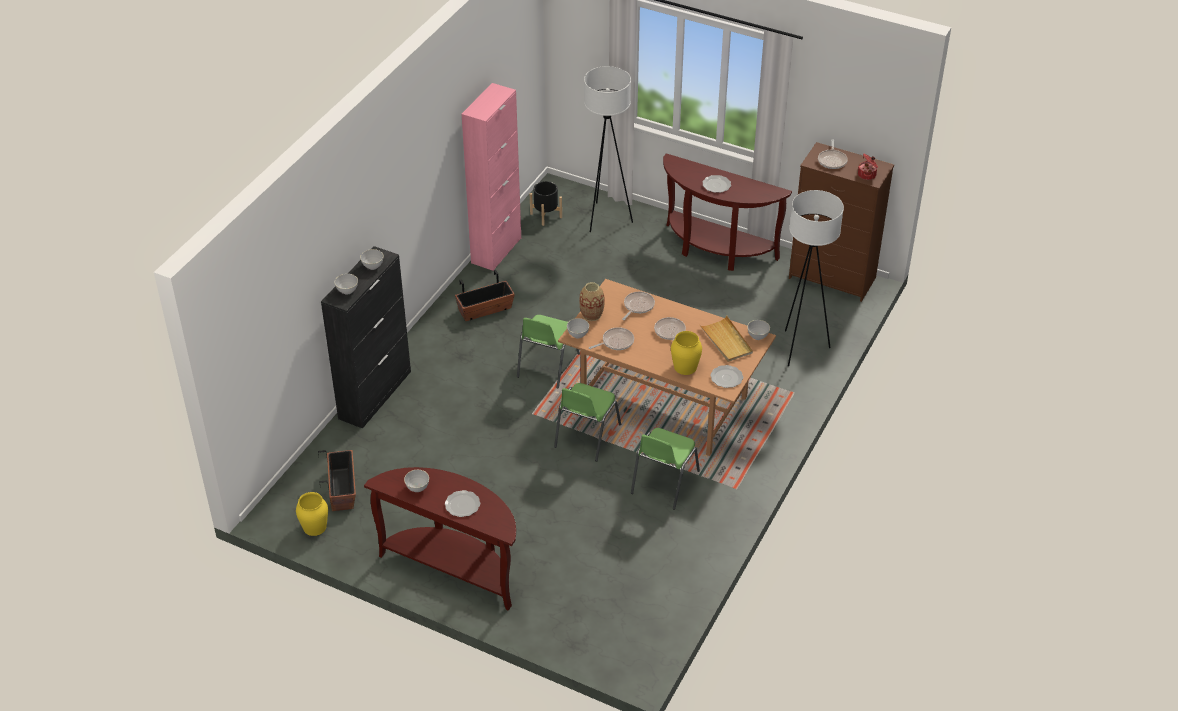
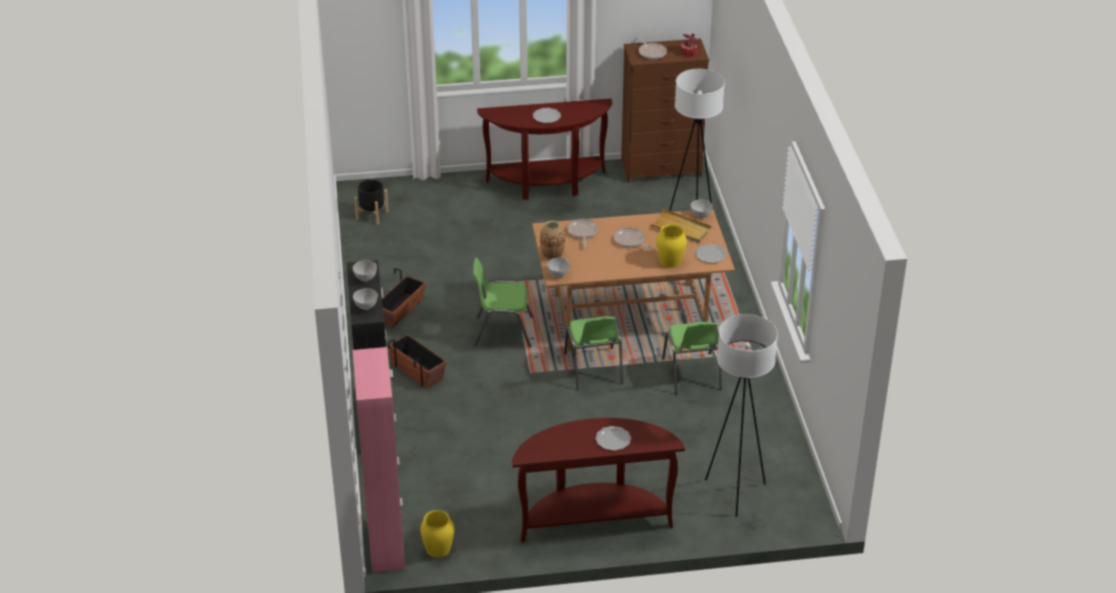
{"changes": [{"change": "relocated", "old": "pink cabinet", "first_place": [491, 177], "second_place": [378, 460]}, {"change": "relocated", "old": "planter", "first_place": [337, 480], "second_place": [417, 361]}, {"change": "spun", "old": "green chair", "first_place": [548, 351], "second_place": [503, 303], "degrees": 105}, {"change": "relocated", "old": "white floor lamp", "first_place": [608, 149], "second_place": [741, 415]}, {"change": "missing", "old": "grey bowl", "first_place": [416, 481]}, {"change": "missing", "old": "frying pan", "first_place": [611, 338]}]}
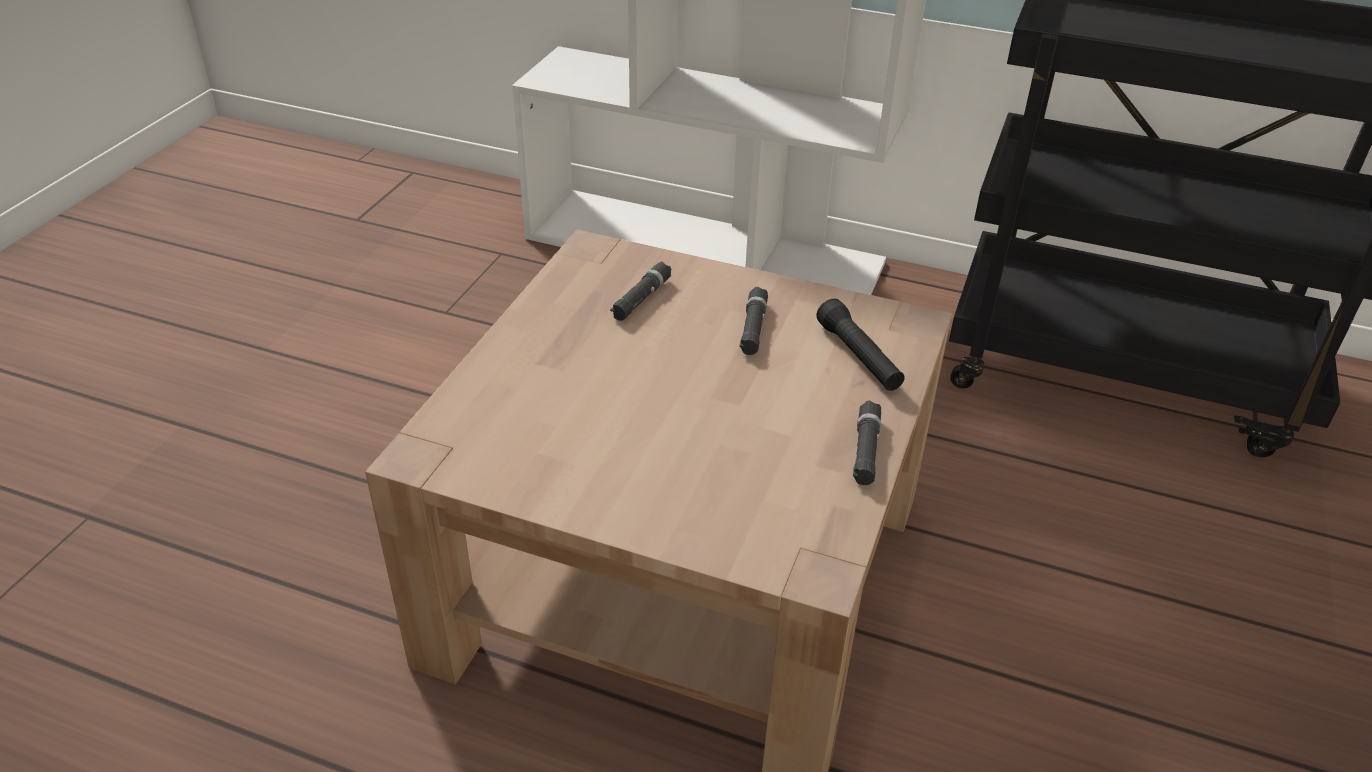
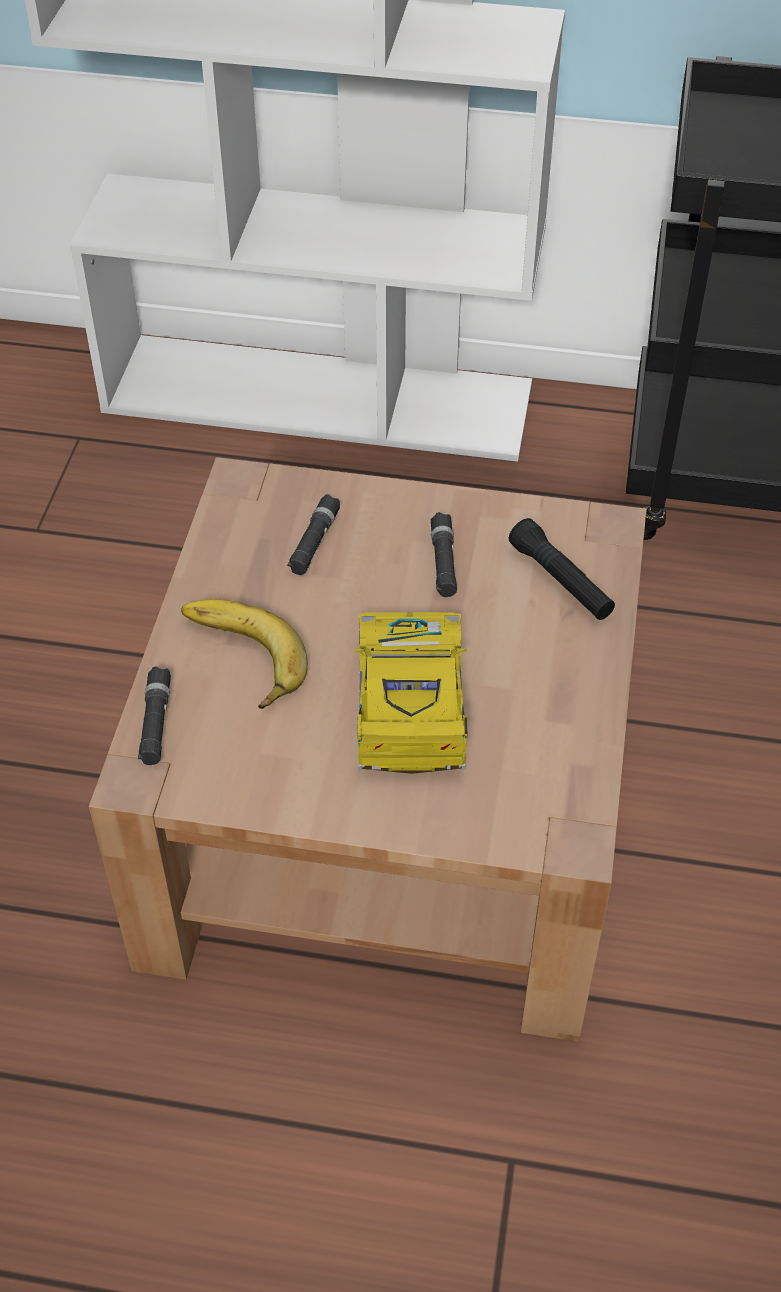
{"changes": [{"change": "relocated", "old": "black flashlight", "first_place": [867, 442], "second_place": [154, 715]}, {"change": "appeared", "new": "banana", "second_place": [244, 654]}, {"change": "appeared", "new": "toy car", "second_place": [411, 693]}]}
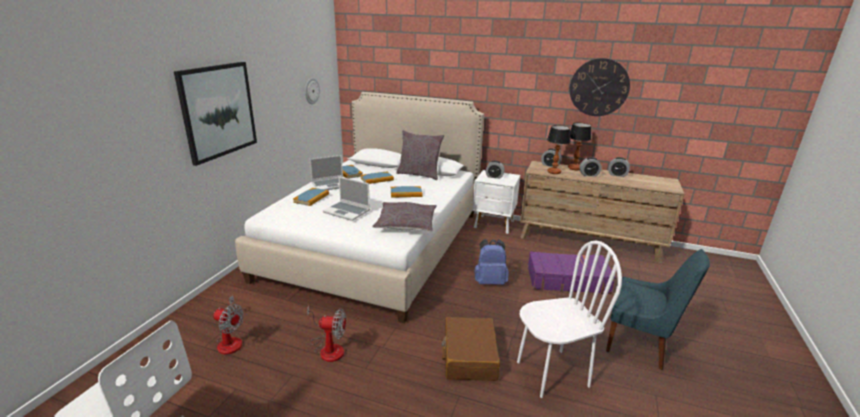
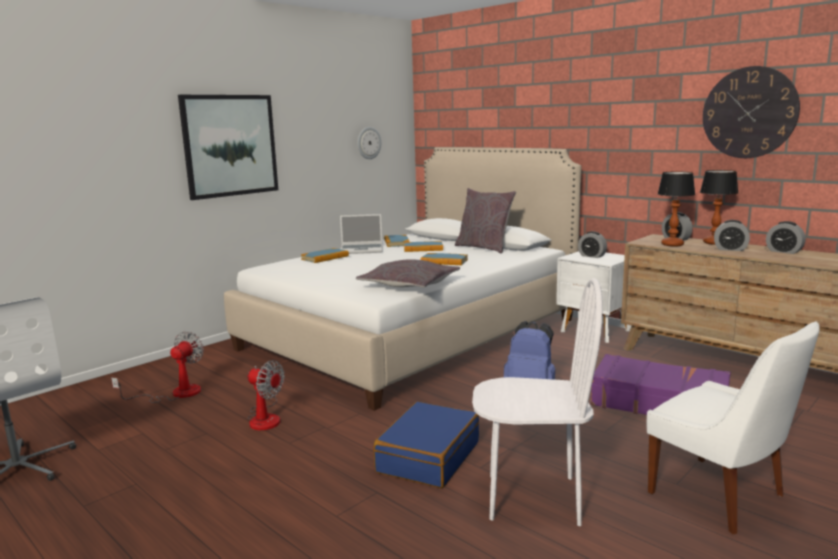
{"changes": [{"change": "spun", "old": "fan", "first_place": [228, 325], "second_place": [157, 367], "degrees": -120}, {"change": "colour", "old": "brown suitcase", "new": "blue suitcase", "first_place": [471, 349], "second_place": [426, 445]}, {"change": "colour", "old": "blue chair", "new": "white chair", "first_place": [658, 309], "second_place": [733, 427]}, {"change": "missing", "old": "laptop", "first_place": [346, 198]}]}
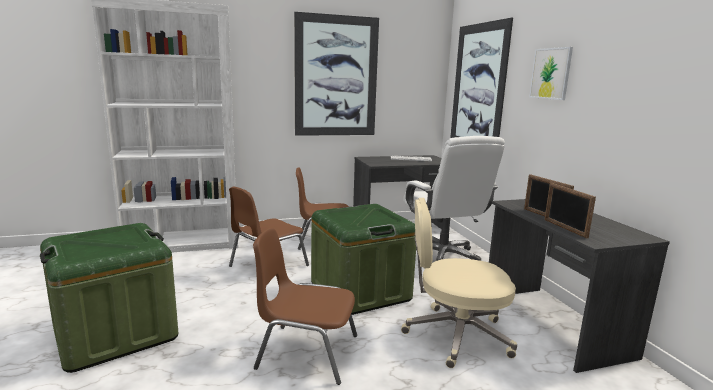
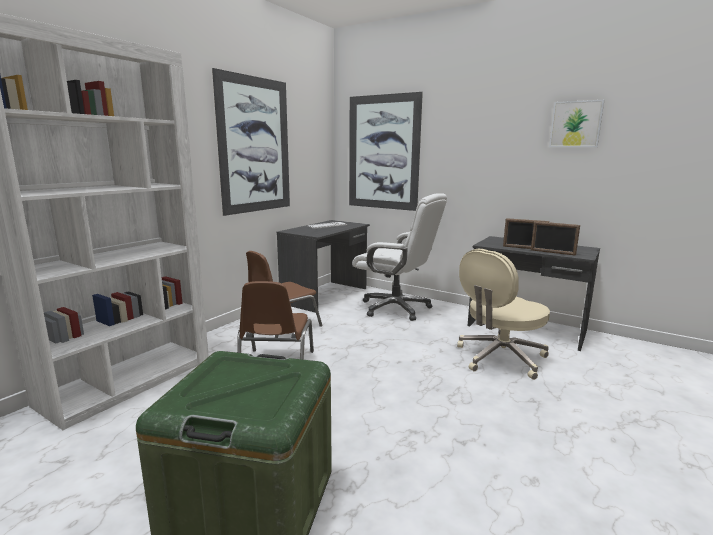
{"changes": [{"change": "relocated", "old": "picture", "first_place": [551, 73], "second_place": [576, 123]}, {"change": "missing", "old": "brown chair", "first_place": [305, 306]}, {"change": "missing", "old": "green storage box", "first_place": [363, 259]}]}
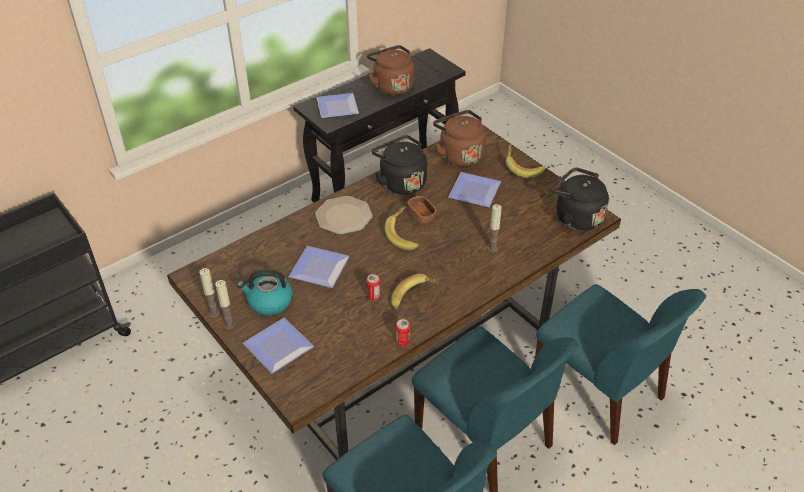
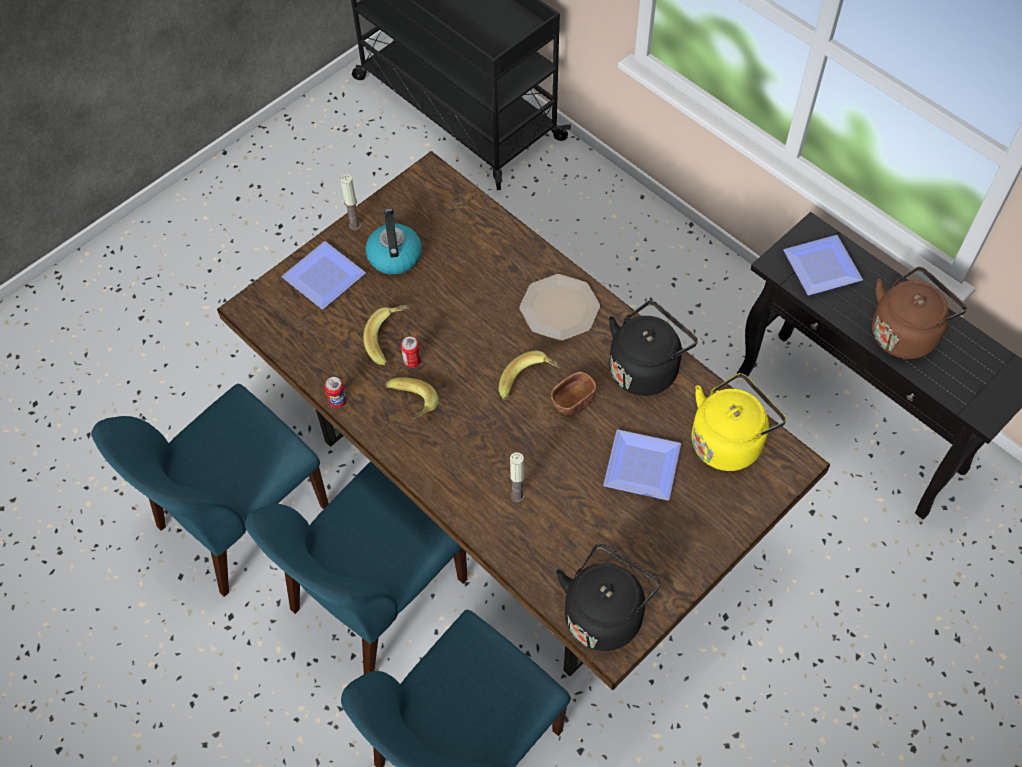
{"changes": [{"change": "relocated", "old": "banana", "first_place": [526, 161], "second_place": [386, 335]}, {"change": "colour", "old": "brown kettle", "new": "yellow kettle", "first_place": [459, 138], "second_place": [739, 422]}, {"change": "missing", "old": "candle", "first_place": [210, 293]}, {"change": "missing", "old": "plate", "first_place": [319, 267]}]}
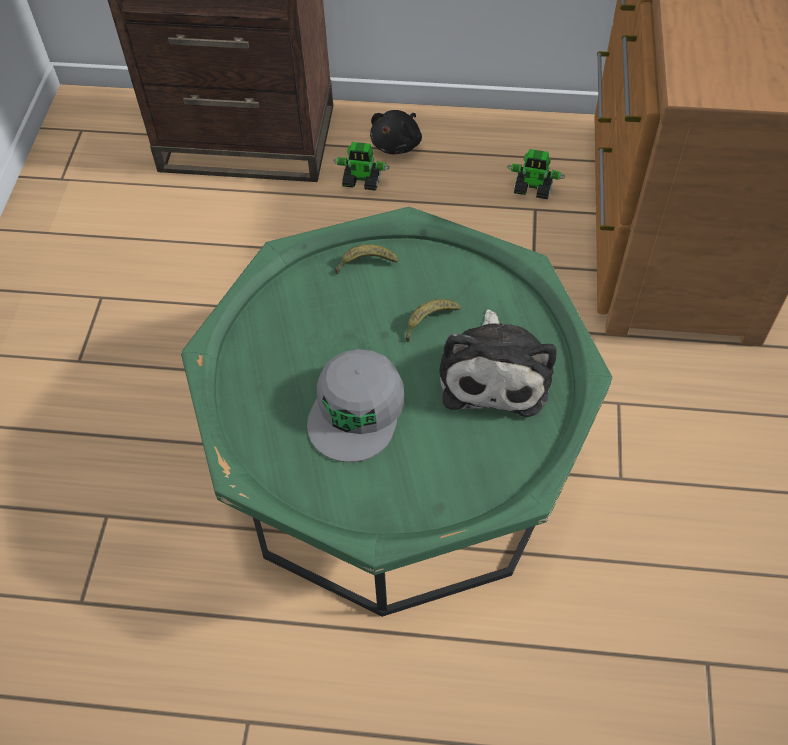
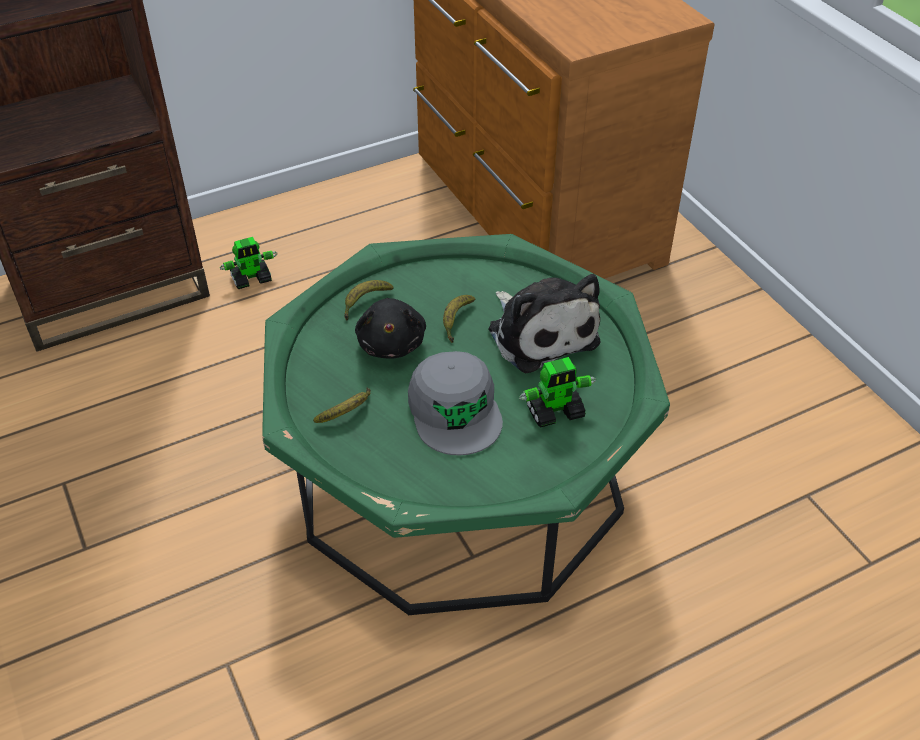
{"changes": [{"change": "appeared", "new": "banana", "second_place": [342, 405]}, {"change": "relocated", "old": "black plush toy", "first_place": [396, 132], "second_place": [390, 328]}, {"change": "relocated", "old": "toy robot", "first_place": [536, 174], "second_place": [557, 392]}]}
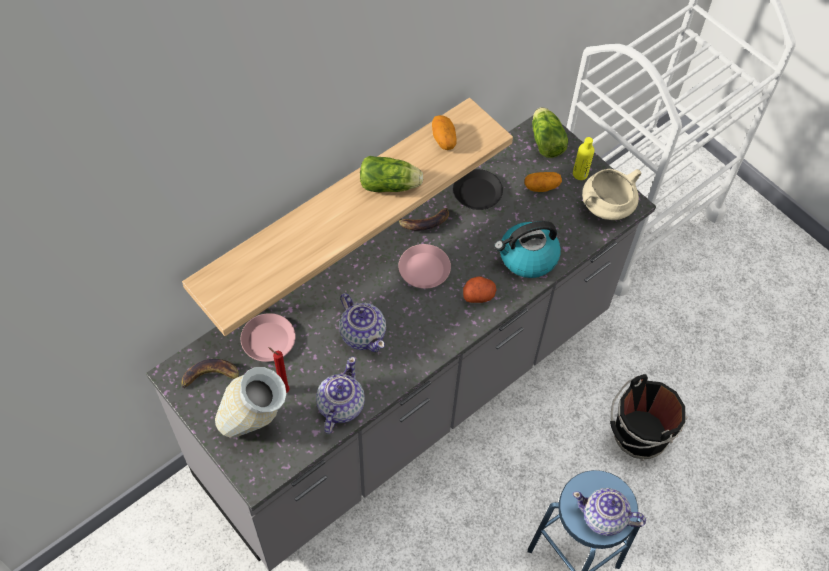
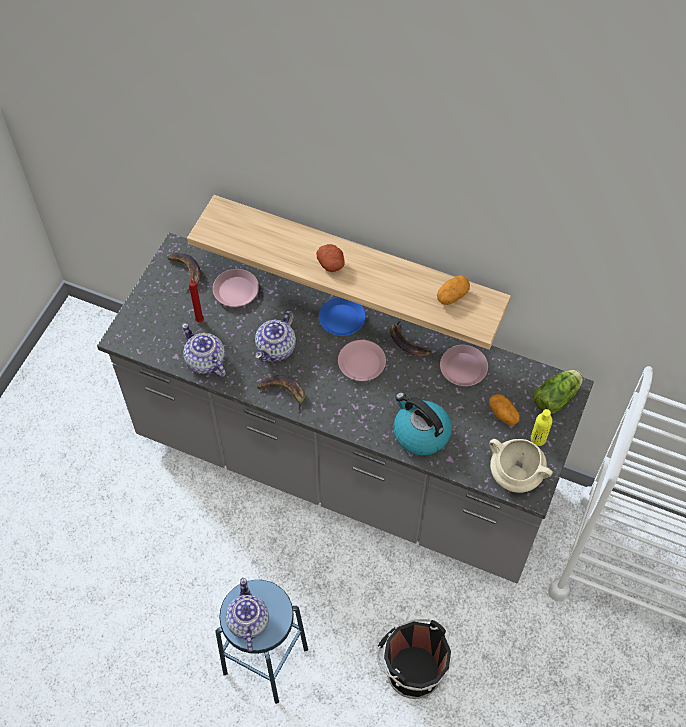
{"changes": [{"change": "spun", "old": "teapot", "first_place": [340, 395], "second_place": [204, 350], "degrees": -120}, {"change": "appeared", "new": "banana", "second_place": [281, 394]}, {"change": "relocated", "old": "potato", "first_place": [479, 289], "second_place": [330, 258]}, {"change": "appeared", "new": "blue plate", "second_place": [342, 316]}, {"change": "colour", "old": "black plate", "new": "pink plate", "first_place": [478, 189], "second_place": [464, 365]}, {"change": "missing", "old": "vase", "first_place": [250, 402]}, {"change": "missing", "old": "lettuce", "first_place": [391, 174]}]}
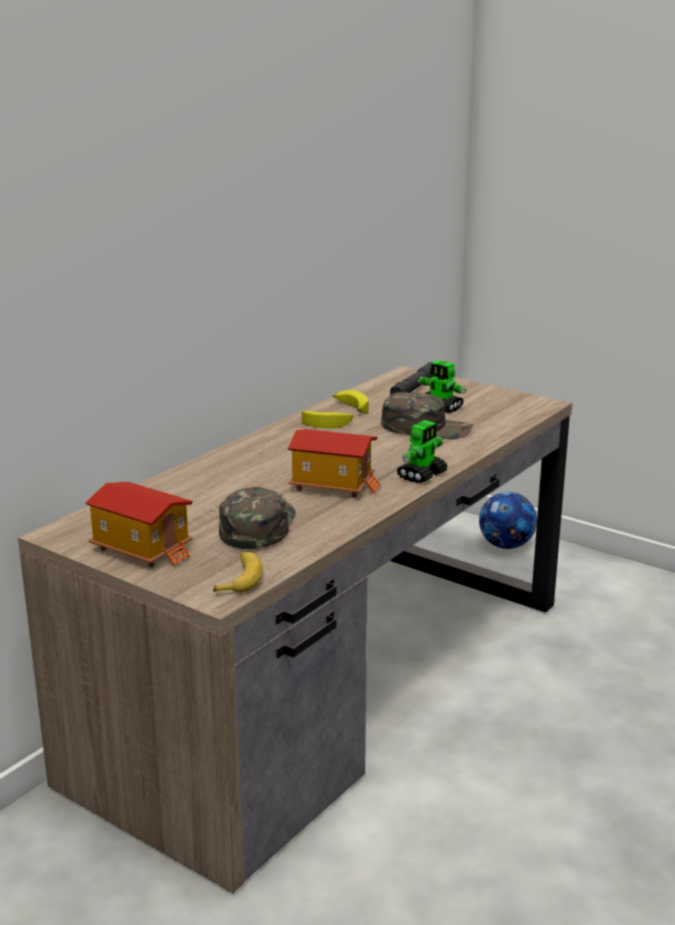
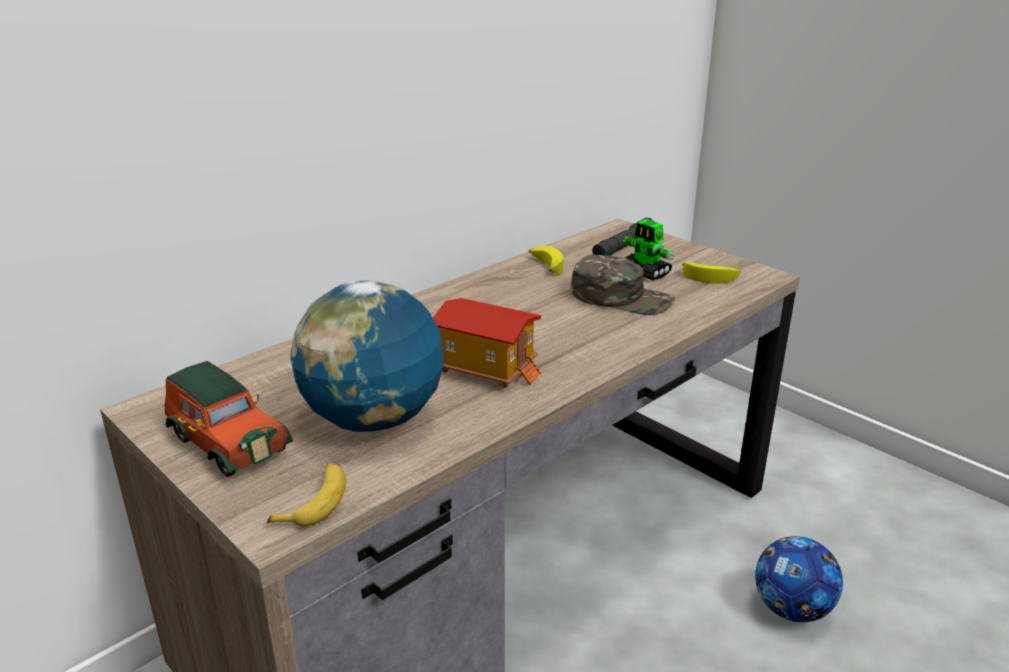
{"changes": [{"change": "exchanged", "old": "toy house", "new": "toy car", "first_place": [139, 524], "second_place": [228, 419]}, {"change": "exchanged", "old": "green cap", "new": "globe", "first_place": [257, 518], "second_place": [367, 356]}, {"change": "relocated", "old": "banana", "first_place": [327, 419], "second_place": [711, 273]}, {"change": "relocated", "old": "football", "first_place": [508, 520], "second_place": [799, 579]}, {"change": "missing", "old": "toy robot", "first_place": [422, 451]}]}
